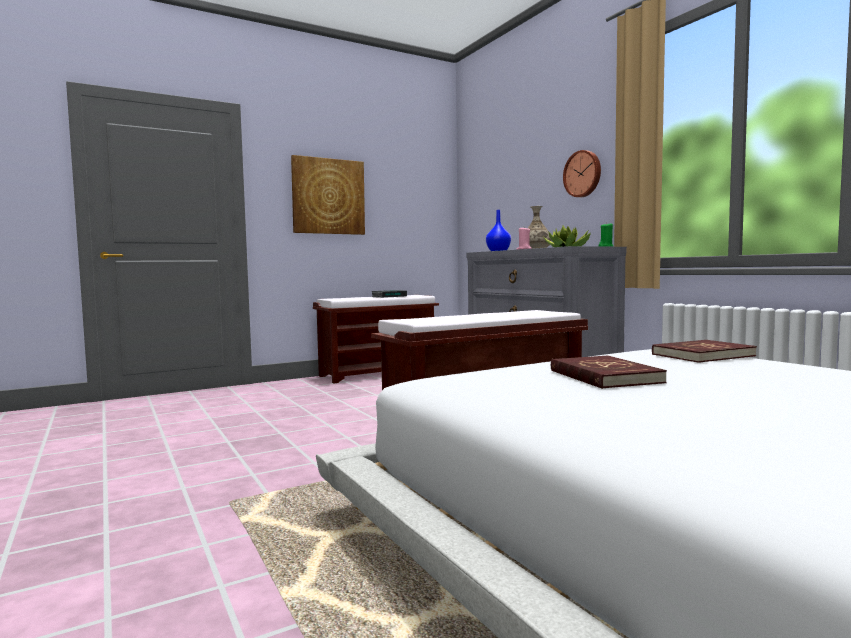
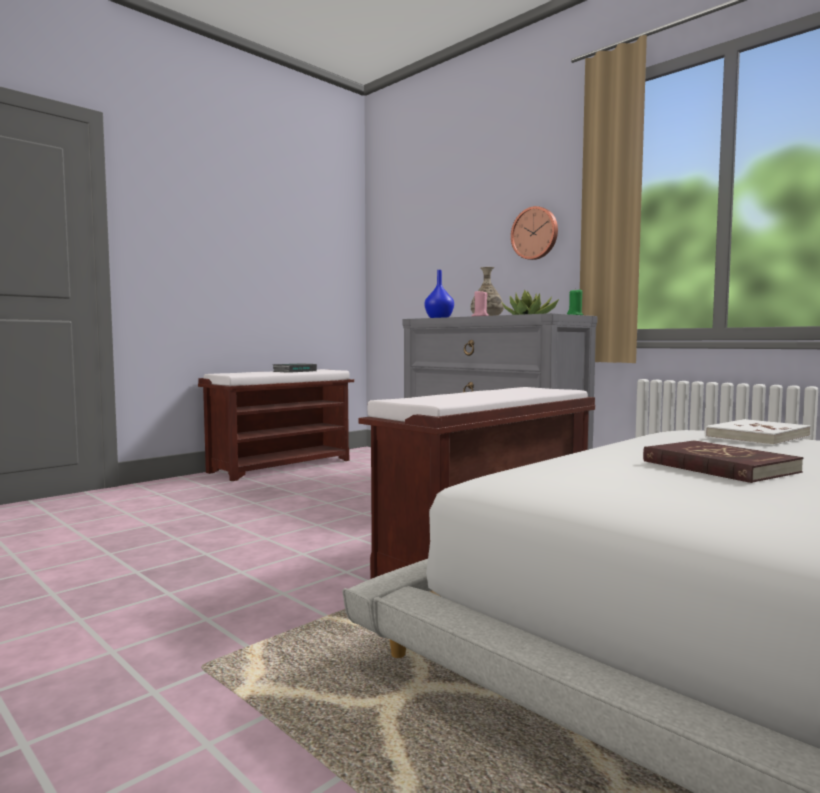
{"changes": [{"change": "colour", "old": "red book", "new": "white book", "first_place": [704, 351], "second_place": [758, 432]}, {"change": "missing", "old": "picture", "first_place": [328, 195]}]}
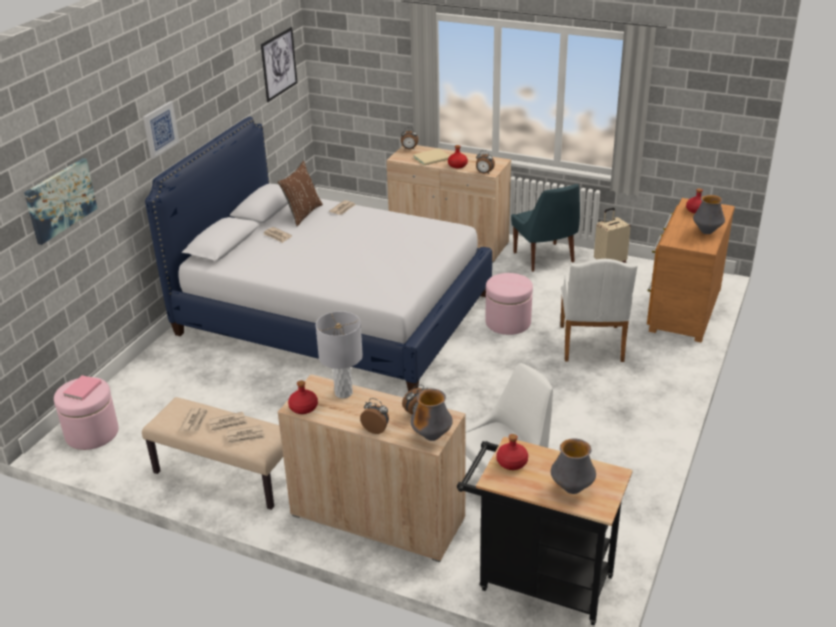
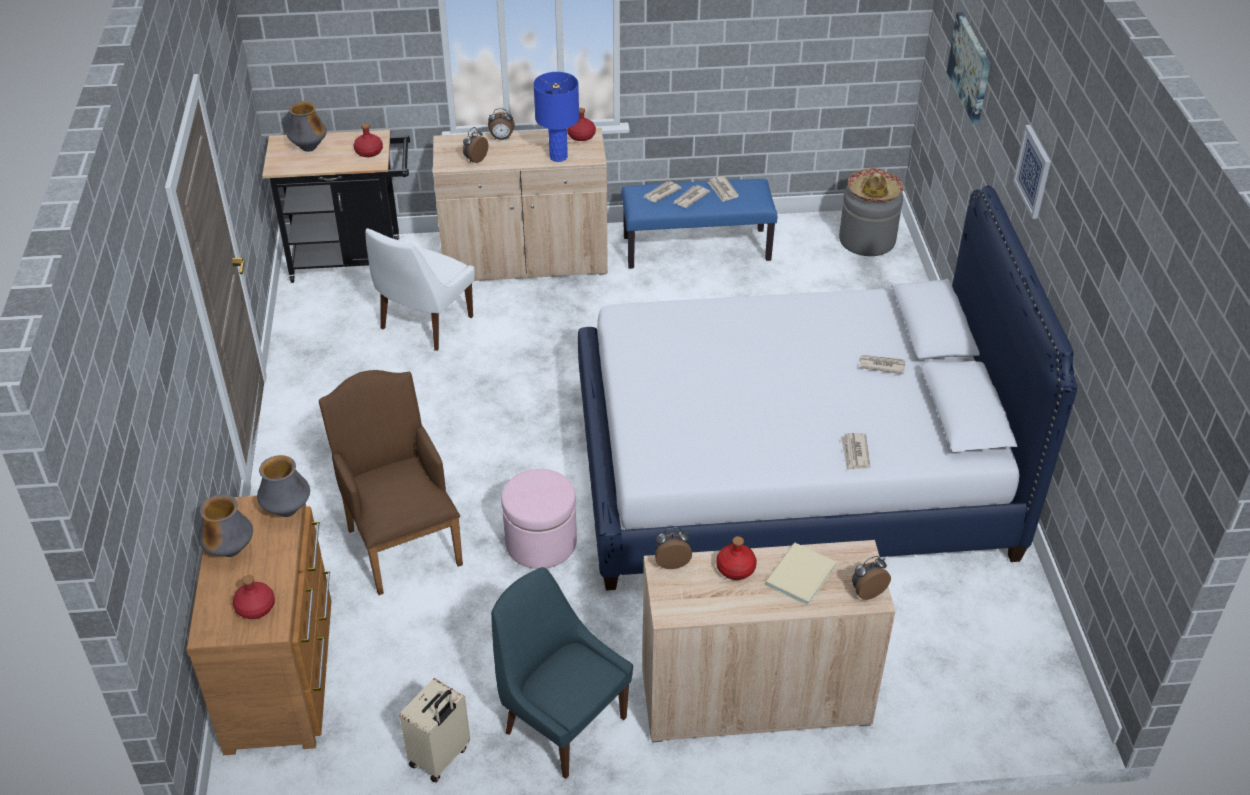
{"changes": [{"change": "relocated", "old": "vase", "first_place": [431, 415], "second_place": [283, 486]}, {"change": "colour", "old": "white armchair", "new": "brown armchair", "first_place": [599, 310], "second_place": [391, 482]}, {"change": "colour", "old": "grey table lamp", "new": "blue table lamp", "first_place": [339, 354], "second_place": [556, 117]}, {"change": "colour", "old": "beige bench", "new": "blue bench", "first_place": [212, 453], "second_place": [699, 223]}, {"change": "colour", "old": "pink ottoman", "new": "grey ottoman", "first_place": [86, 413], "second_place": [871, 221]}, {"change": "exchanged", "old": "pink book", "new": "hat", "first_place": [82, 388], "second_place": [876, 185]}, {"change": "missing", "old": "picture", "first_place": [279, 64]}, {"change": "missing", "old": "brown pillow", "first_place": [300, 194]}]}
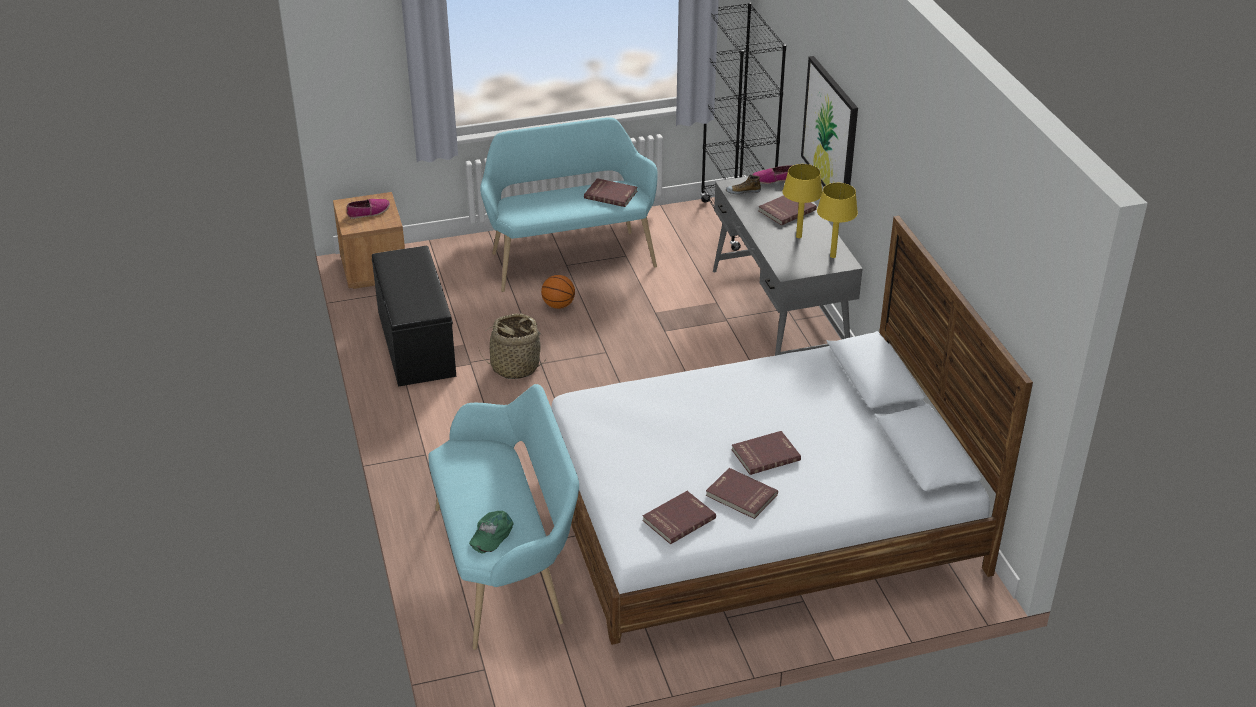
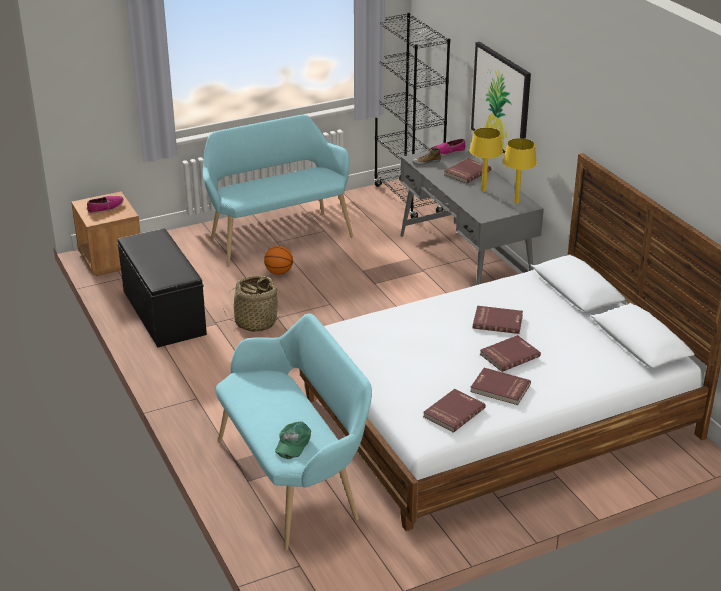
{"changes": [{"change": "relocated", "old": "red book", "first_place": [610, 192], "second_place": [498, 320]}]}
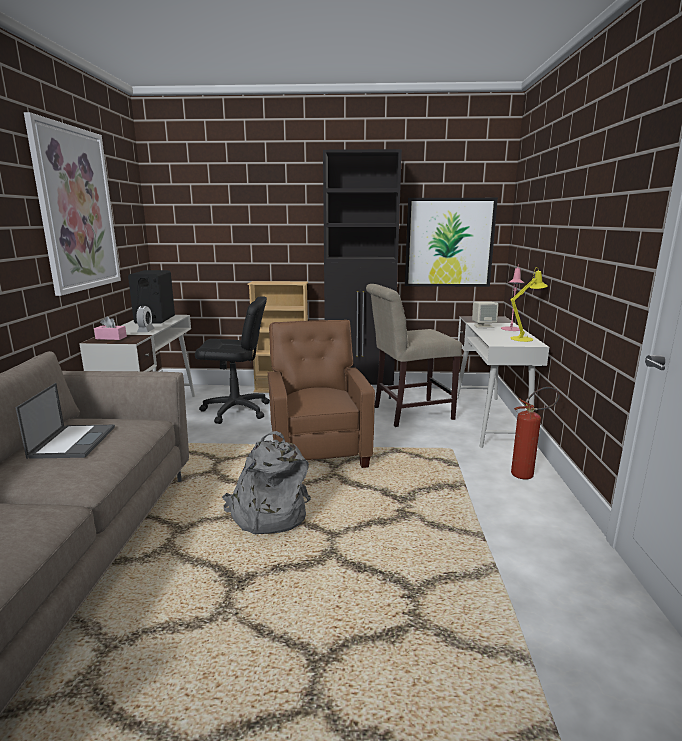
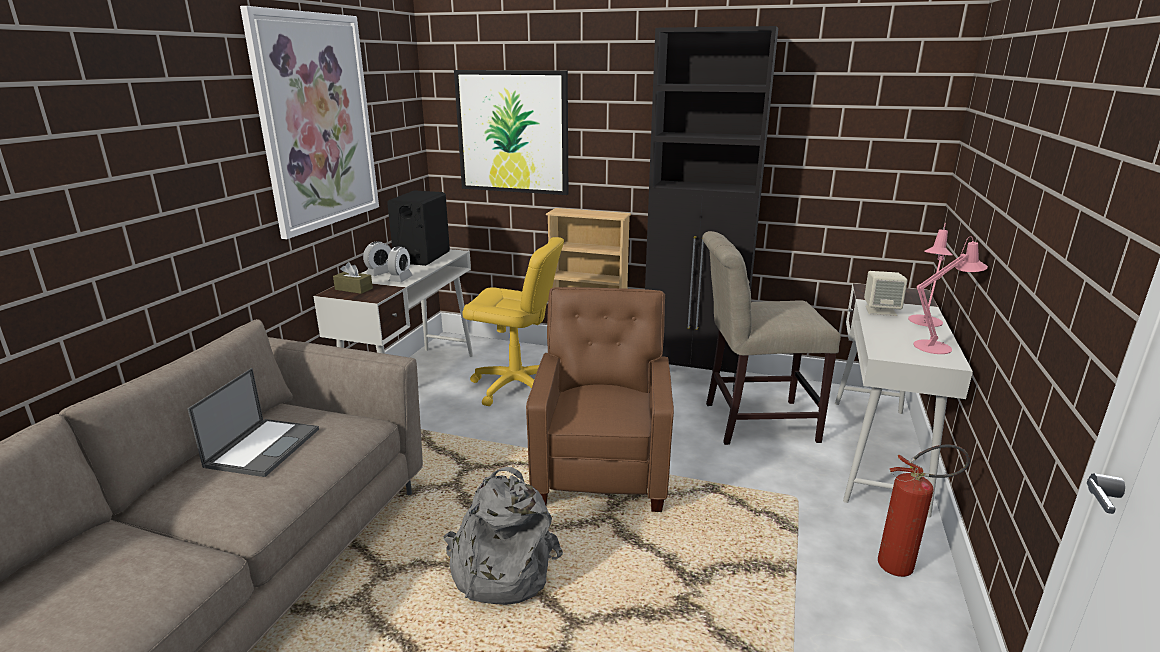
{"changes": [{"change": "colour", "old": "pink tissue box", "new": "brown tissue box", "first_place": [110, 328], "second_place": [353, 278]}, {"change": "appeared", "new": "alarm clock", "second_place": [377, 258]}, {"change": "relocated", "old": "picture", "first_place": [451, 242], "second_place": [511, 132]}, {"change": "colour", "old": "black office chair", "new": "yellow office chair", "first_place": [232, 360], "second_place": [513, 321]}, {"change": "colour", "old": "yellow table lamp", "new": "pink table lamp", "first_place": [529, 304], "second_place": [950, 295]}]}
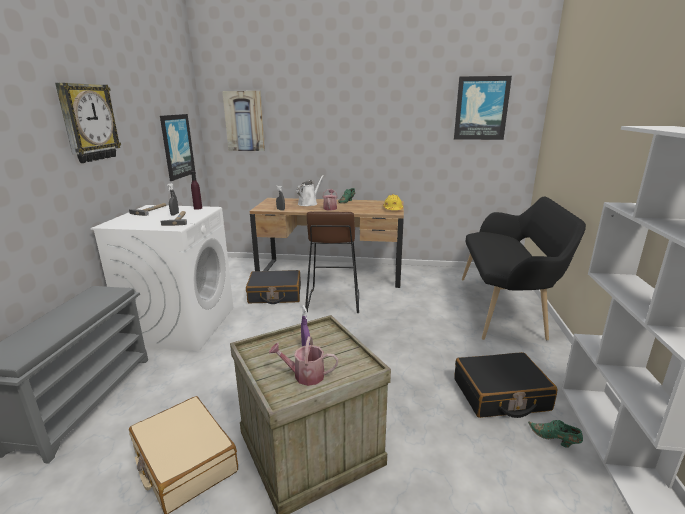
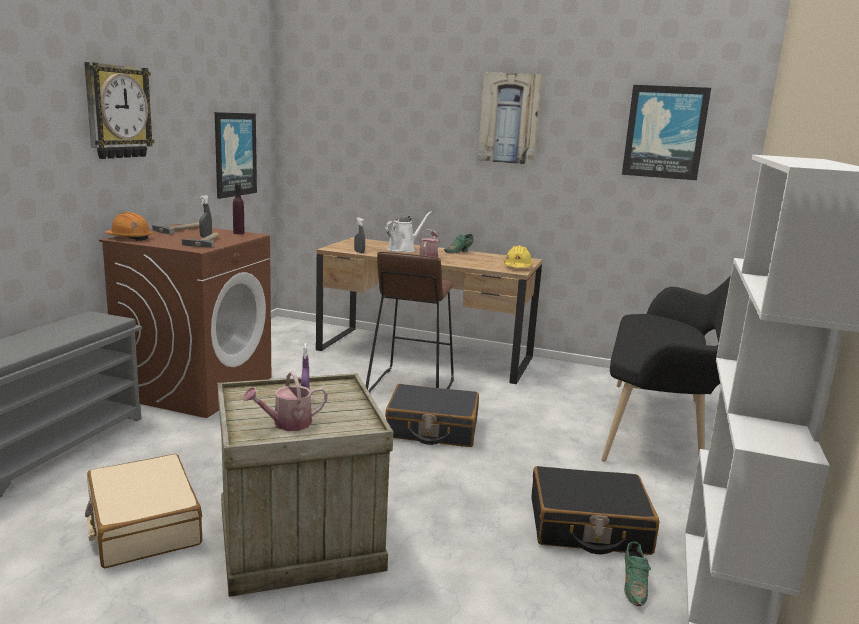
{"changes": [{"change": "colour", "old": "white washing machine", "new": "brown washing machine", "first_place": [162, 278], "second_place": [185, 321]}, {"change": "appeared", "new": "orange hard hat", "second_place": [128, 226]}, {"change": "spun", "old": "watering can", "first_place": [303, 361], "second_place": [285, 401], "degrees": -45}, {"change": "relocated", "old": "black suitcase", "first_place": [273, 287], "second_place": [432, 415]}, {"change": "relocated", "old": "picture", "first_place": [243, 121], "second_place": [510, 118]}, {"change": "spun", "old": "green shoe", "first_place": [555, 434], "second_place": [637, 574], "degrees": -135}]}
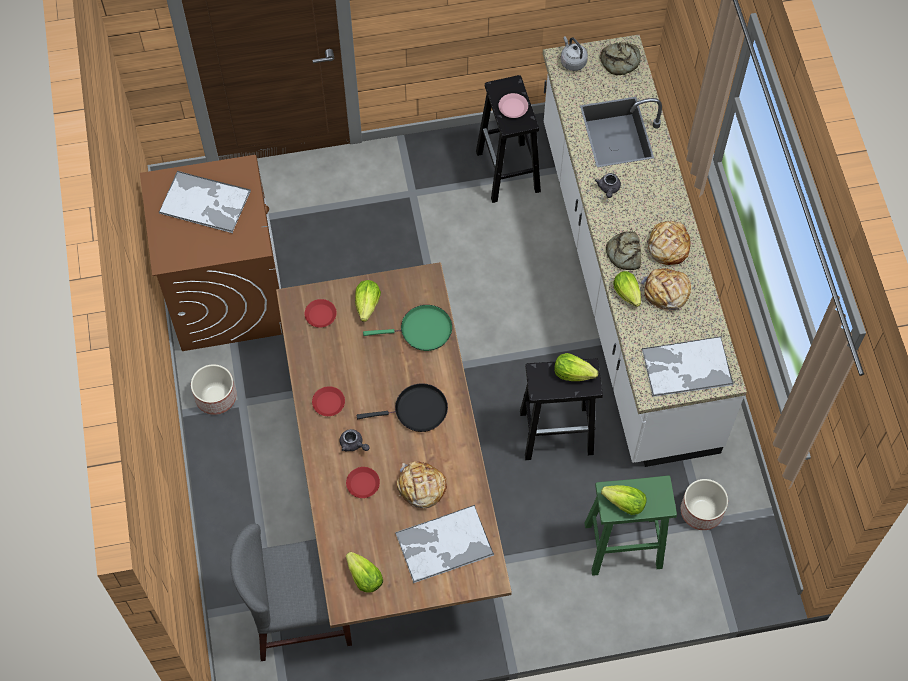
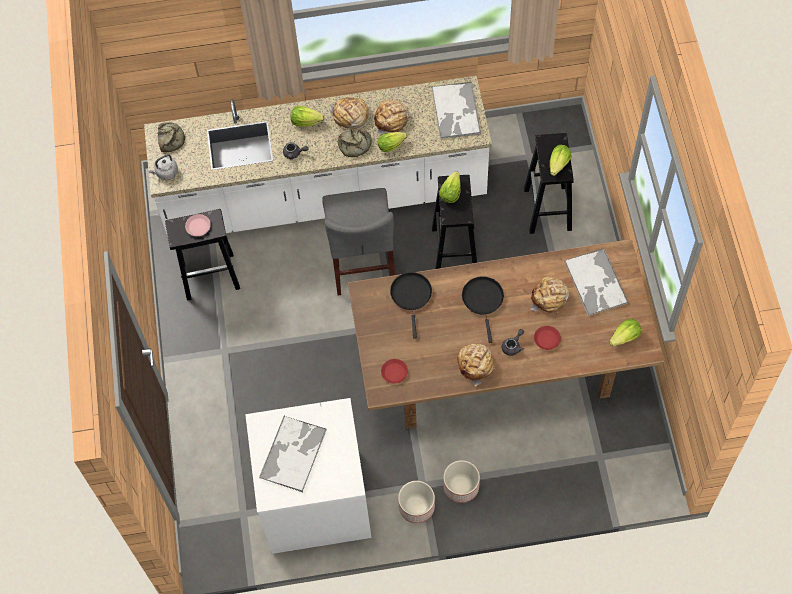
{"changes": [{"change": "colour", "old": "brown washing machine", "new": "white washing machine", "first_place": [211, 253], "second_place": [308, 476]}, {"change": "relocated", "old": "lettuce", "first_place": [368, 301], "second_place": [307, 116]}, {"change": "relocated", "old": "grey chair", "first_place": [291, 592], "second_place": [358, 241]}, {"change": "colour", "old": "green frying pan", "new": "black frying pan", "first_place": [407, 328], "second_place": [411, 305]}, {"change": "relocated", "old": "planter", "first_place": [704, 504], "second_place": [461, 481]}, {"change": "exchanged", "old": "red plate", "new": "bread", "first_place": [328, 401], "second_place": [476, 365]}, {"change": "colour", "old": "green stool", "new": "black stool", "first_place": [631, 526], "second_place": [549, 183]}]}
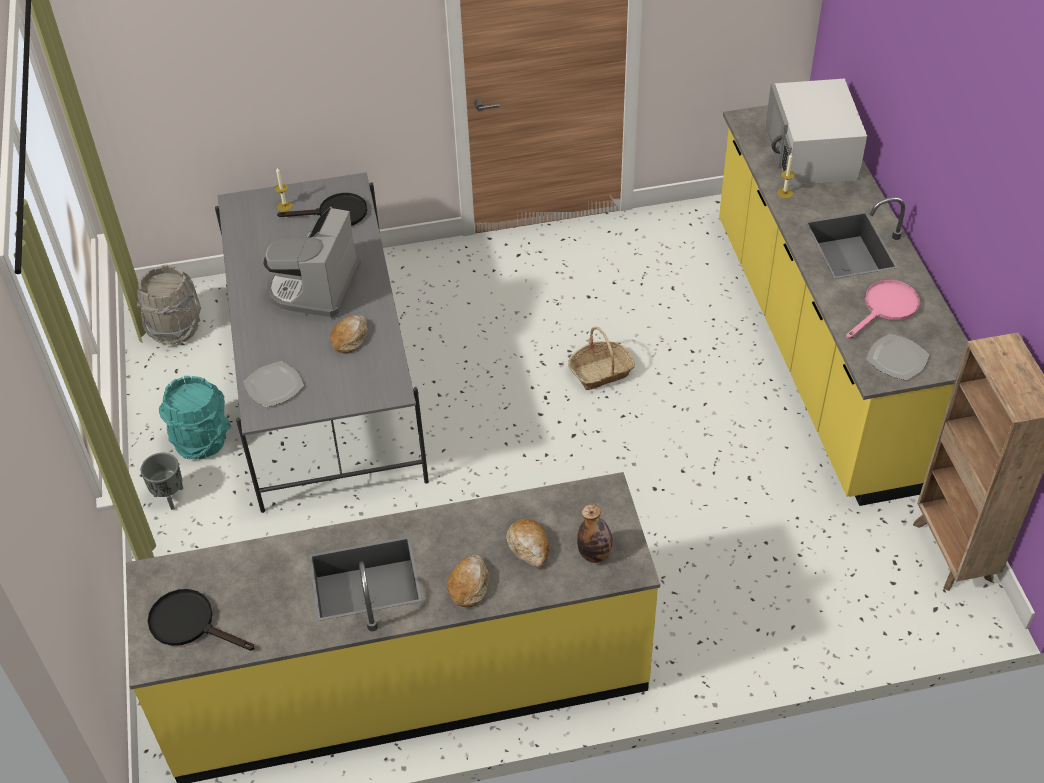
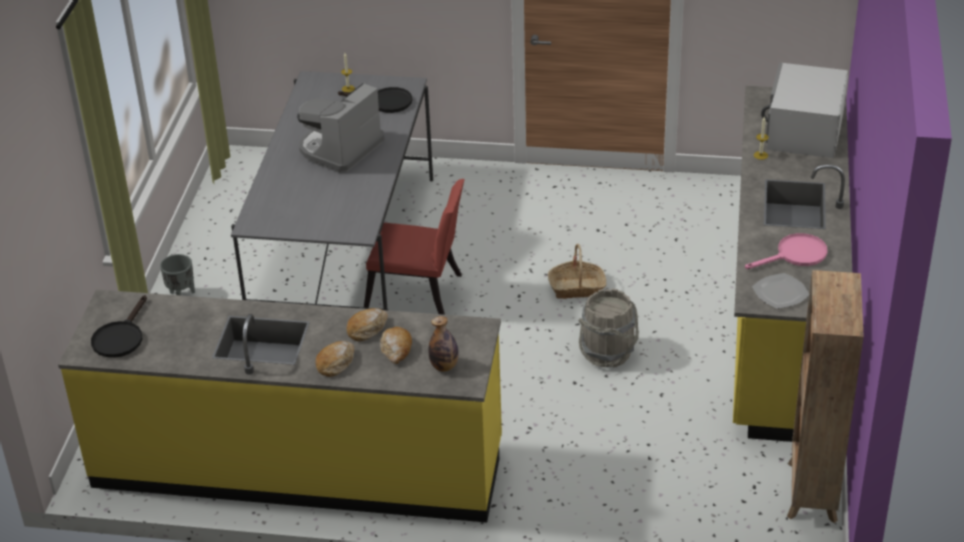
{"changes": [{"change": "spun", "old": "black frying pan", "first_place": [201, 620], "second_place": [119, 326], "degrees": -120}, {"change": "relocated", "old": "bread", "first_place": [348, 334], "second_place": [367, 324]}, {"change": "appeared", "new": "red chair", "second_place": [414, 247]}, {"change": "relocated", "old": "grey bucket", "first_place": [169, 305], "second_place": [609, 328]}, {"change": "missing", "old": "turquoise bucket", "first_place": [194, 417]}, {"change": "missing", "old": "plate", "first_place": [274, 384]}]}
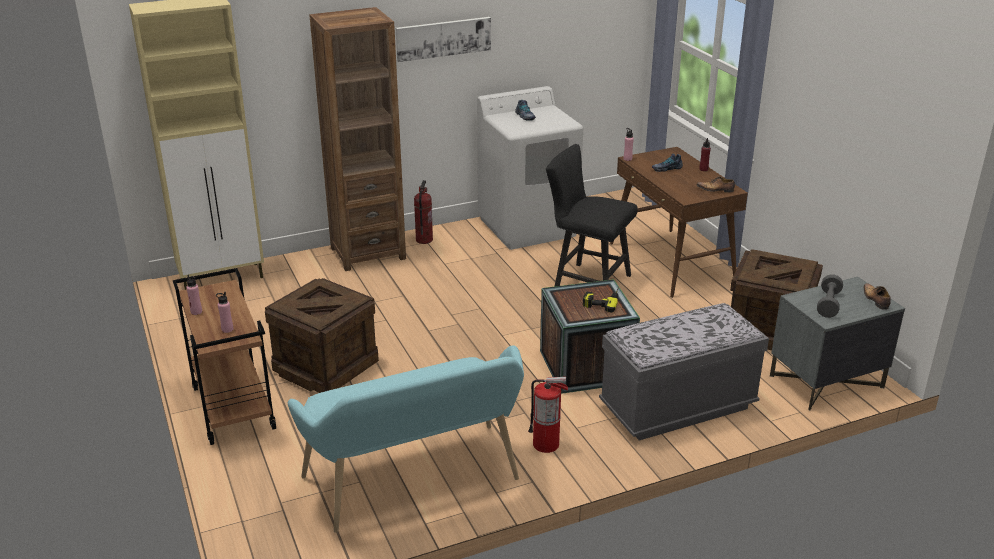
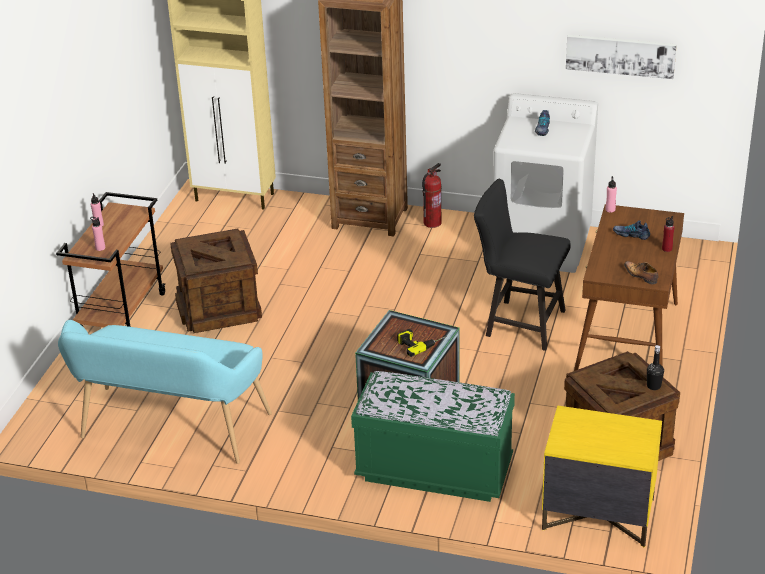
{"changes": [{"change": "colour", "old": "grey bench", "new": "green bench", "first_place": [684, 371], "second_place": [433, 436]}, {"change": "spun", "old": "black chair", "first_place": [592, 215], "second_place": [522, 265], "degrees": -45}, {"change": "colour", "old": "grey nightstand", "new": "yellow nightstand", "first_place": [837, 343], "second_place": [602, 476]}, {"change": "relocated", "old": "picture", "first_place": [443, 39], "second_place": [621, 57]}, {"change": "appeared", "new": "black bottle", "second_place": [655, 367]}, {"change": "missing", "old": "fire extinguisher", "first_place": [548, 415]}, {"change": "missing", "old": "grey dumbbell", "first_place": [830, 296]}, {"change": "missing", "old": "shoe", "first_place": [877, 296]}]}
